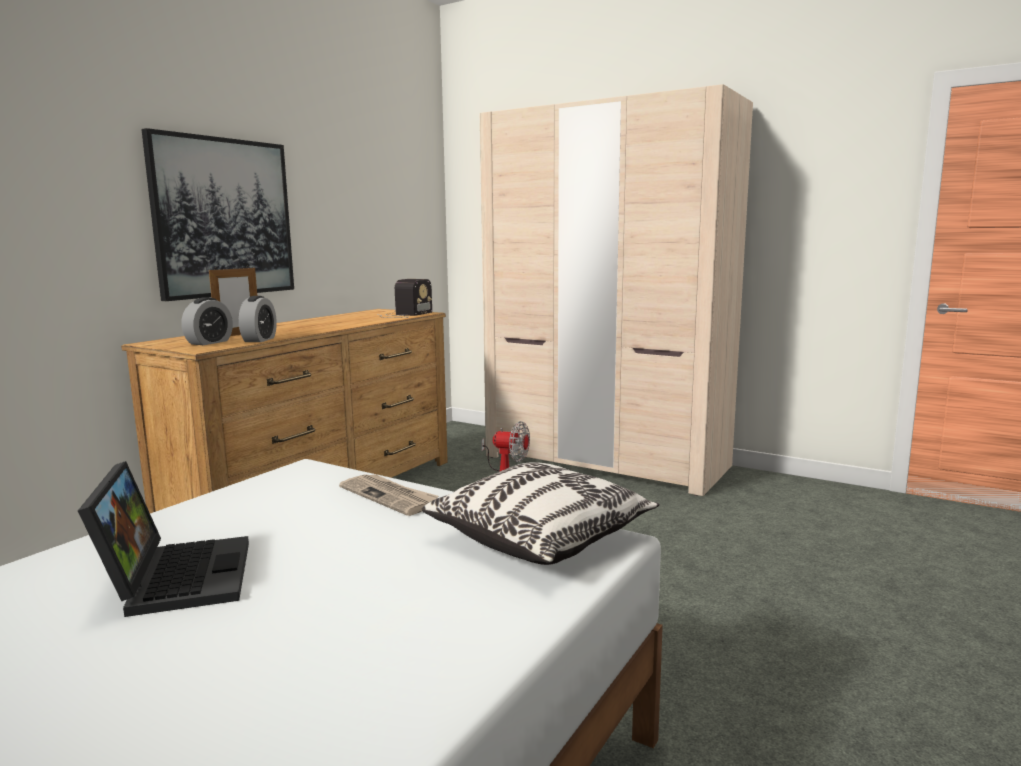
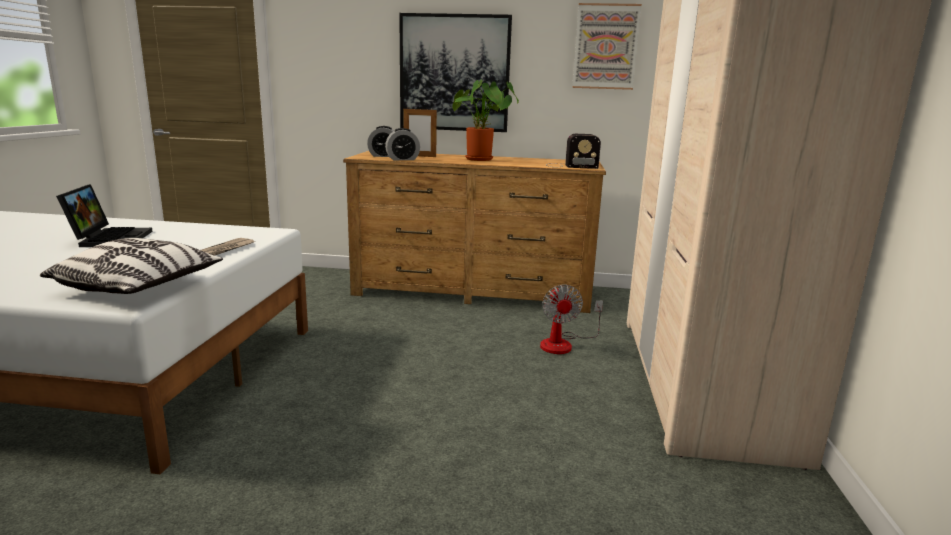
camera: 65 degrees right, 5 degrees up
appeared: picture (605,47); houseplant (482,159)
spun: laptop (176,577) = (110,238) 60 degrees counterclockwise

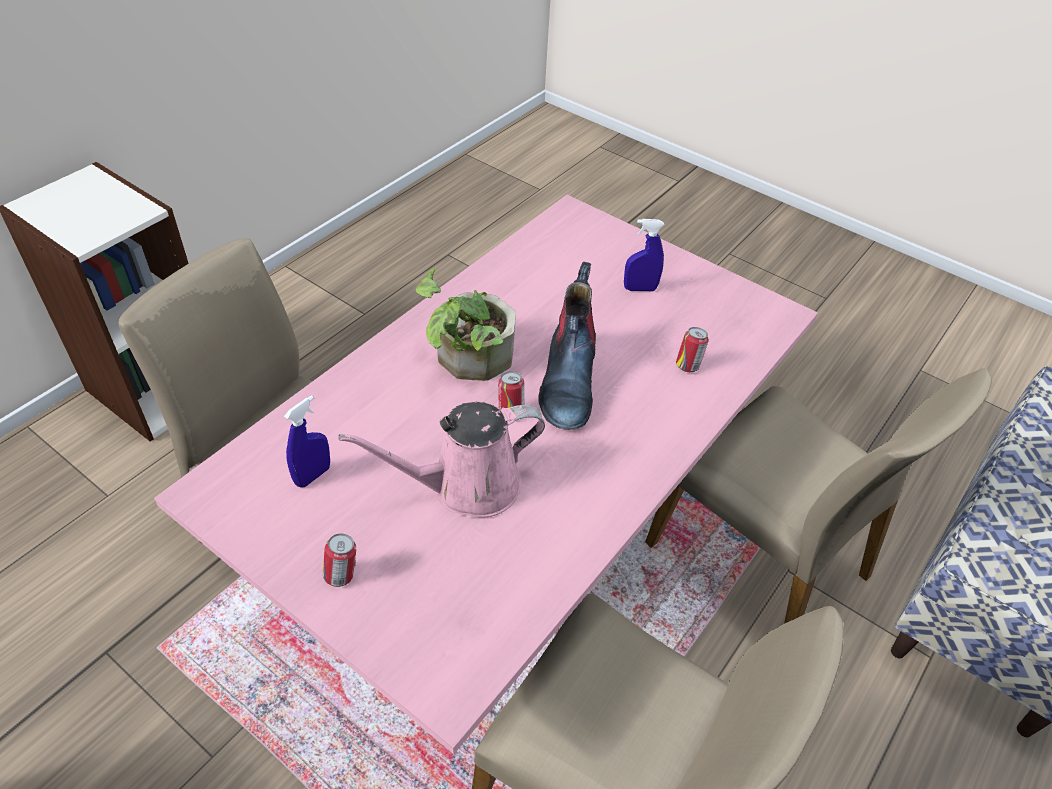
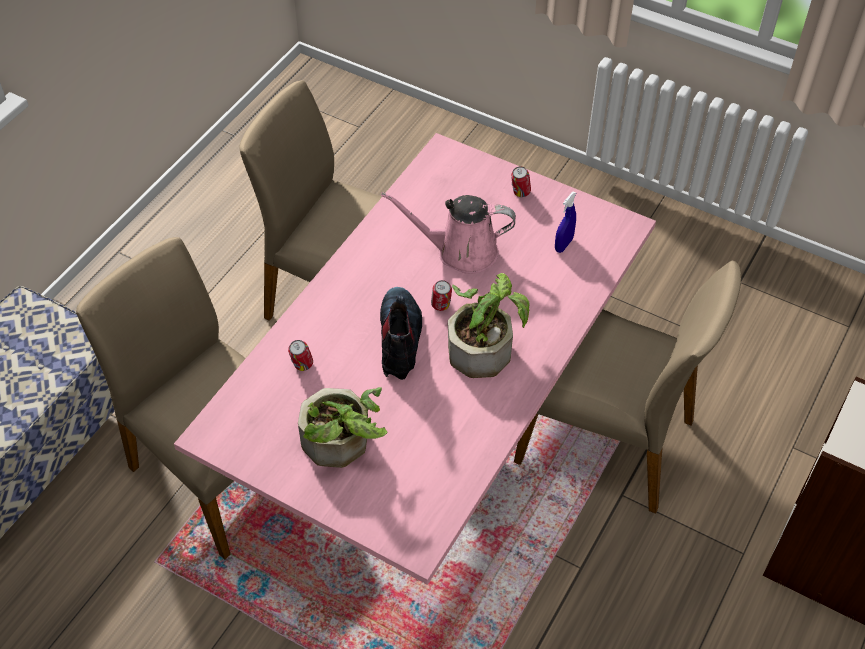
camera: 175 degrees right, 5 degrees up
exchanged: hand sprayer (blue) (640,289) to houseplant (342,445)
spun: watering pot (pinkish) (466,485) = (460,251) 150 degrees counterclockwise

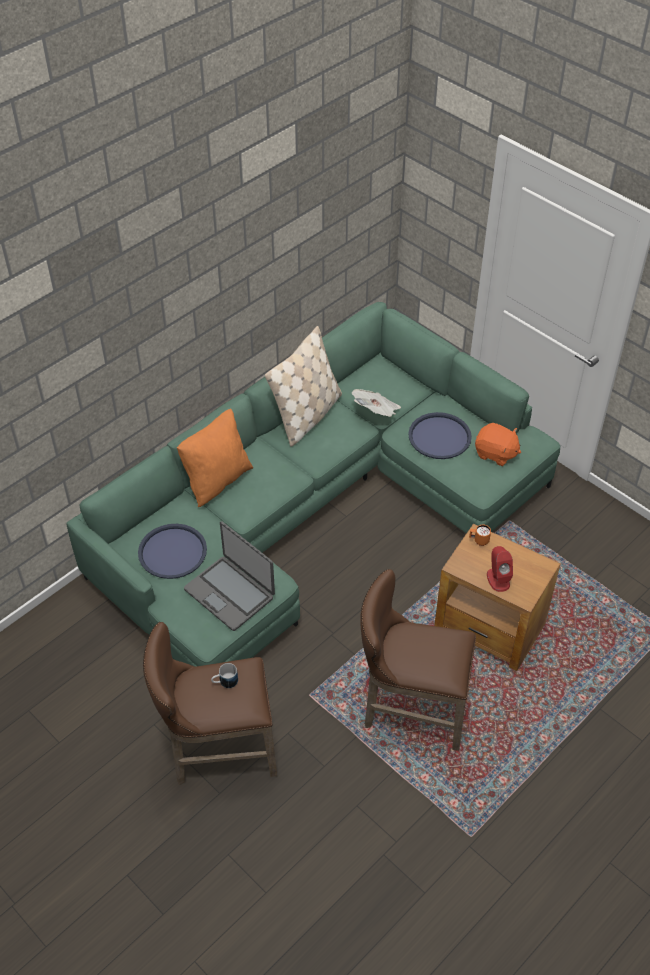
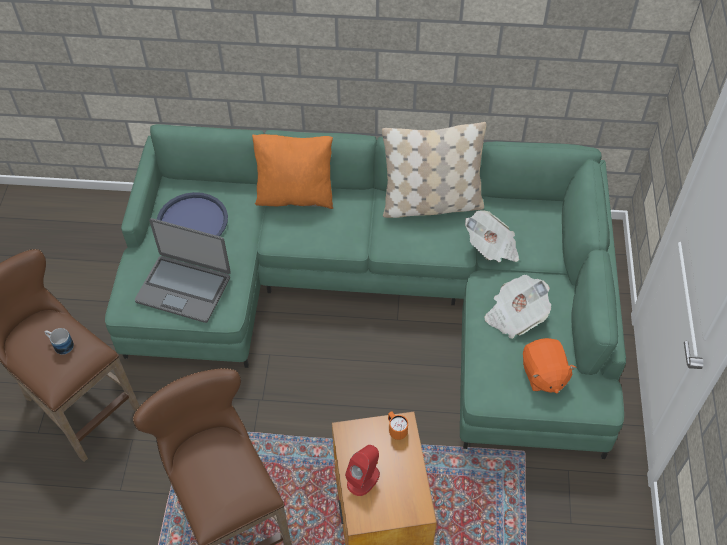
camera: 50 degrees right, 5 degrees up
exchanged: carrying tray (blue) (439,436) to daily paper (515,315)
spun: laptop (230,593) = (184,288) 75 degrees counterclockwise

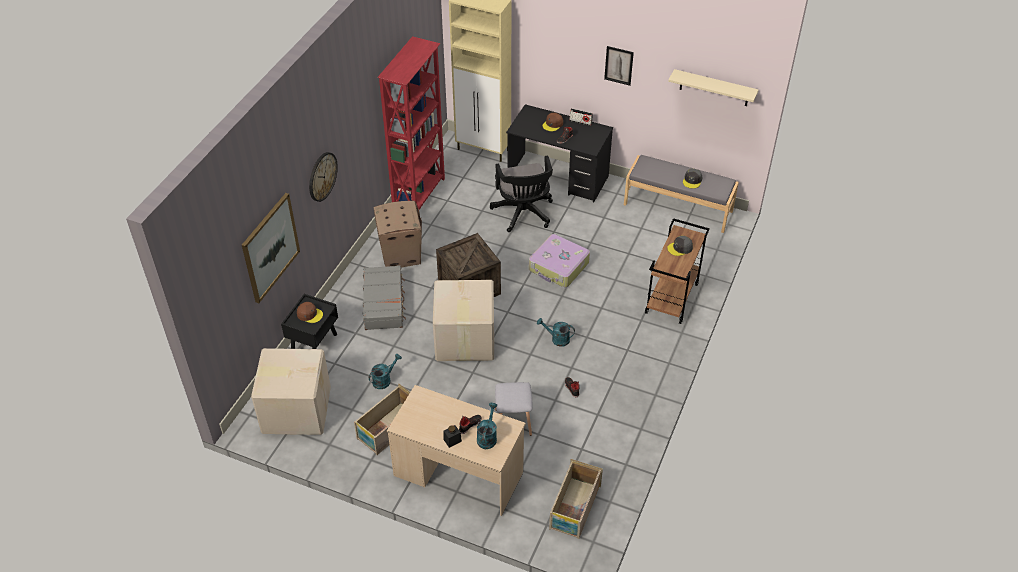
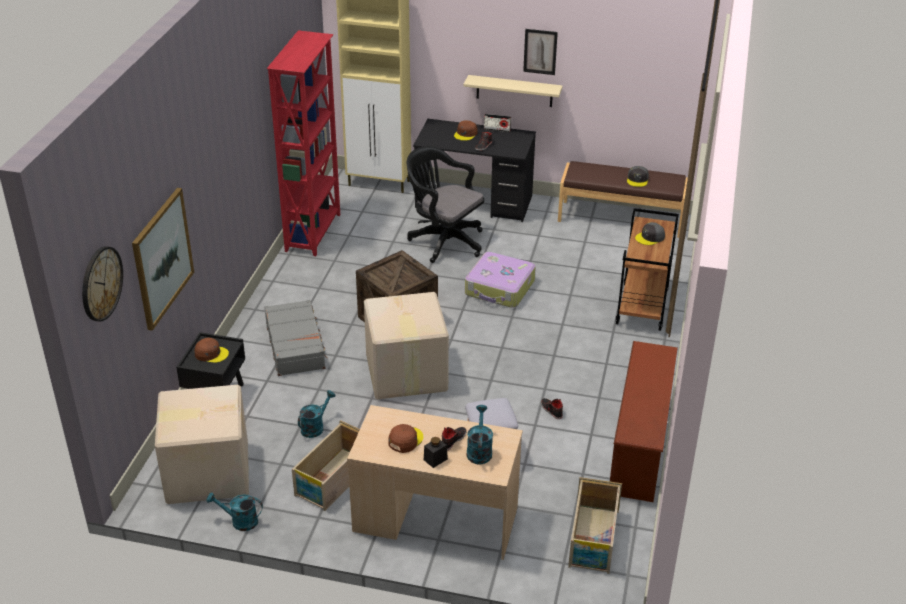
camera: 10 degrees left, 10 degrees down
missing: cardboard box (401,254)
appeared: shoe rack (brown) (640,448); cap (brown) (405,440)
relocated: bracket shelf (beige) (714,88) to (514,91); clock on the wall (322,176) to (101,283); watering pot (blue-green) (557,339) to (239,521)
colour: bench (grey) (678,207) to bench (brown) (621,218)
spun: office chair (black) (523,214) = (444,241) 150 degrees clockwise

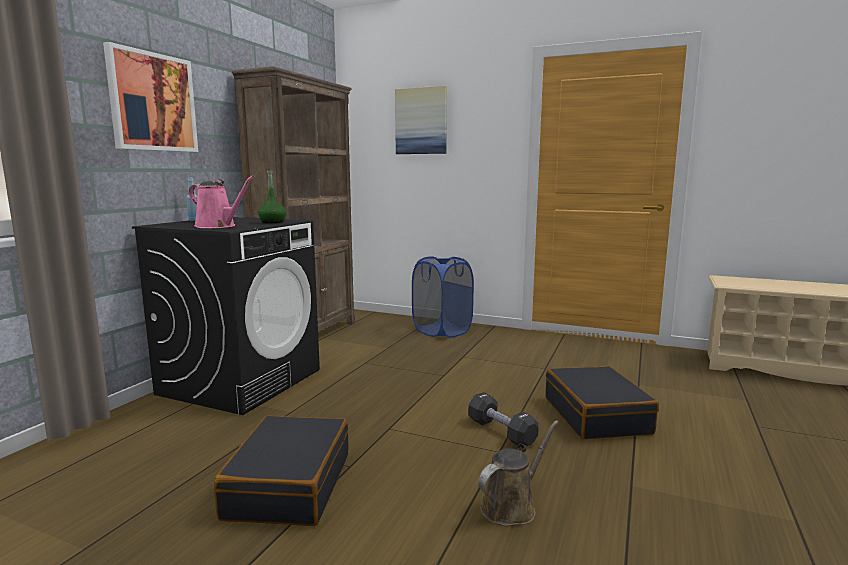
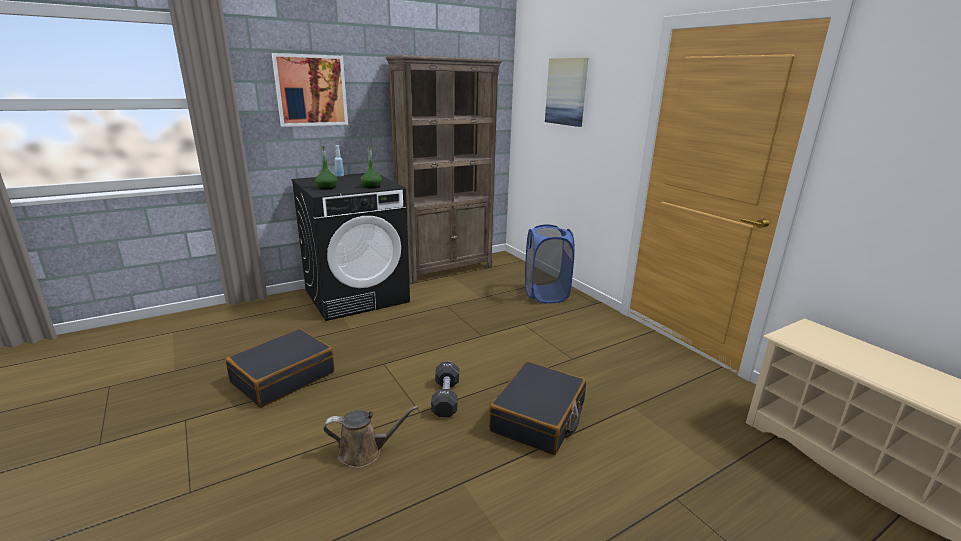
camera: 35 degrees right, 10 degrees up
exchanged: watering pot (pinkish) (218,226) to drink bottle (greenish) (327,187)

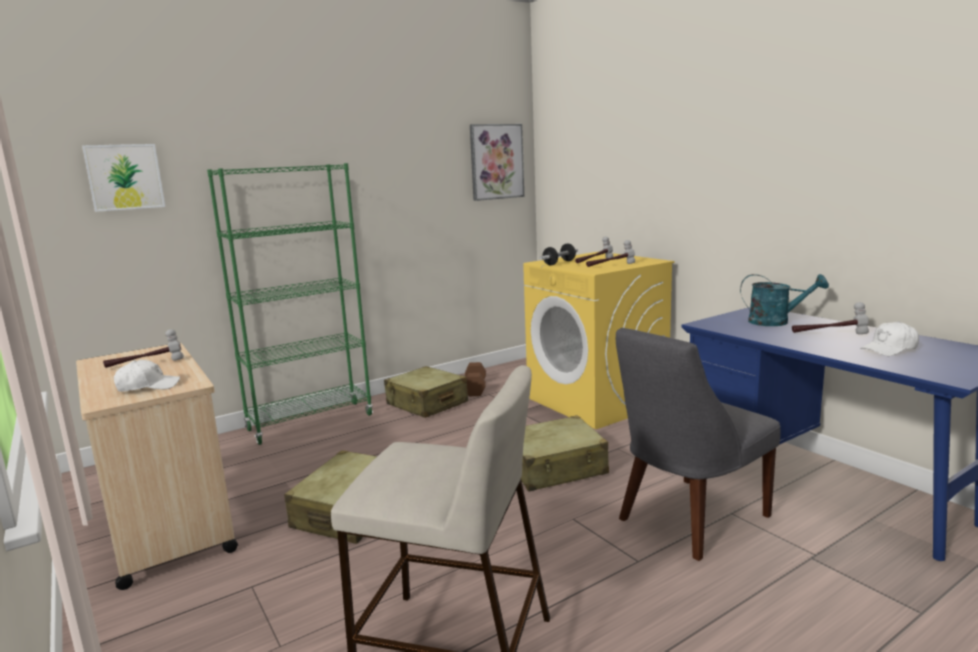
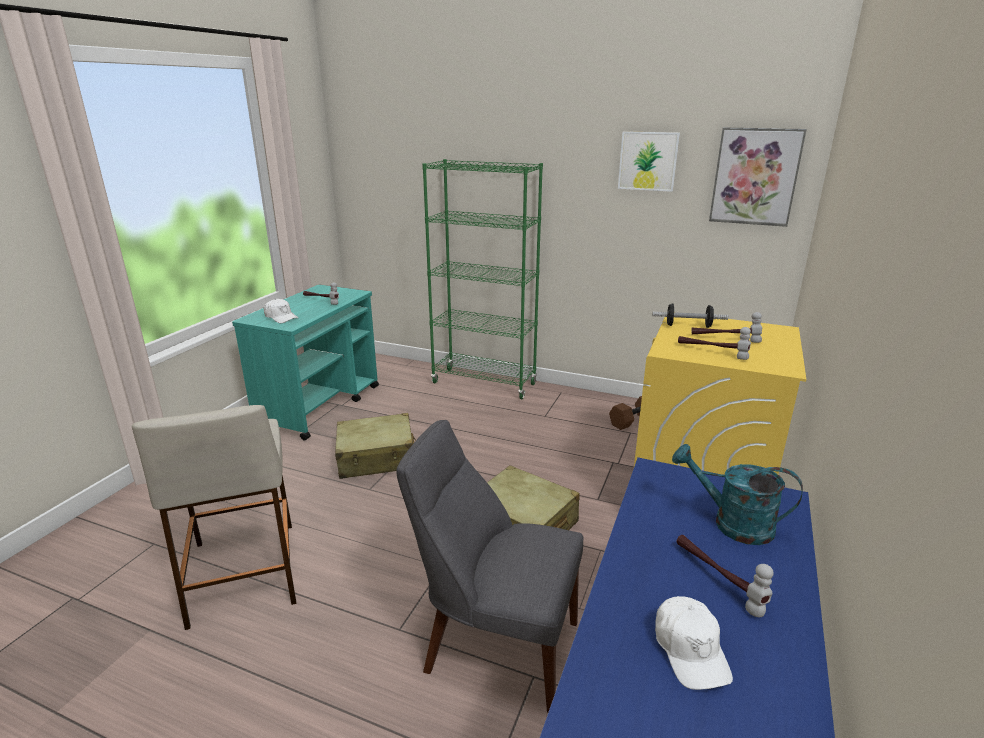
camera: 55 degrees right, 10 degrees up
missing: piece of luggage (beige) (427,404)
relocated: picture (125,177) to (648,161)
colour: cart (beige) (167,524) to cart (blue-green) (320,405)
spun: watering pot (blue-green) (776,322) = (732,523) 135 degrees clockwise; cap (white-coloured) (890,349) = (690,650) 135 degrees counterclockwise

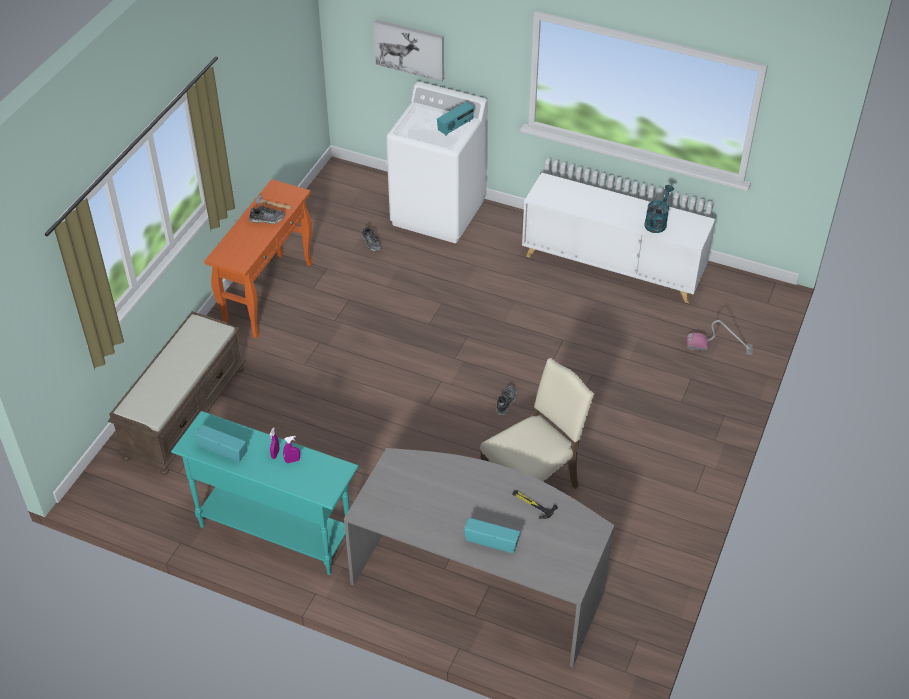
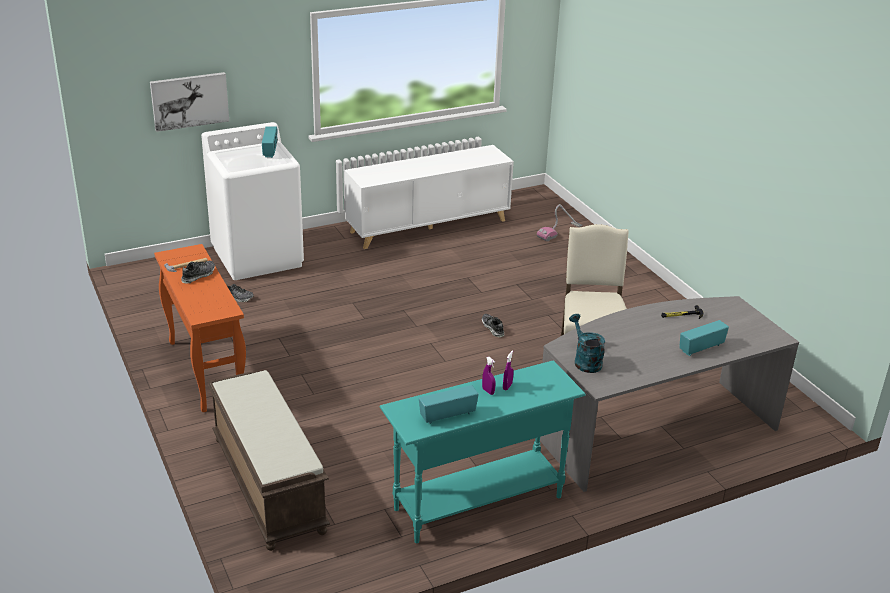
camera: 50 degrees left, 15 degrees down
relocated: watering pot (blue-green) (657,222) to (585,361)

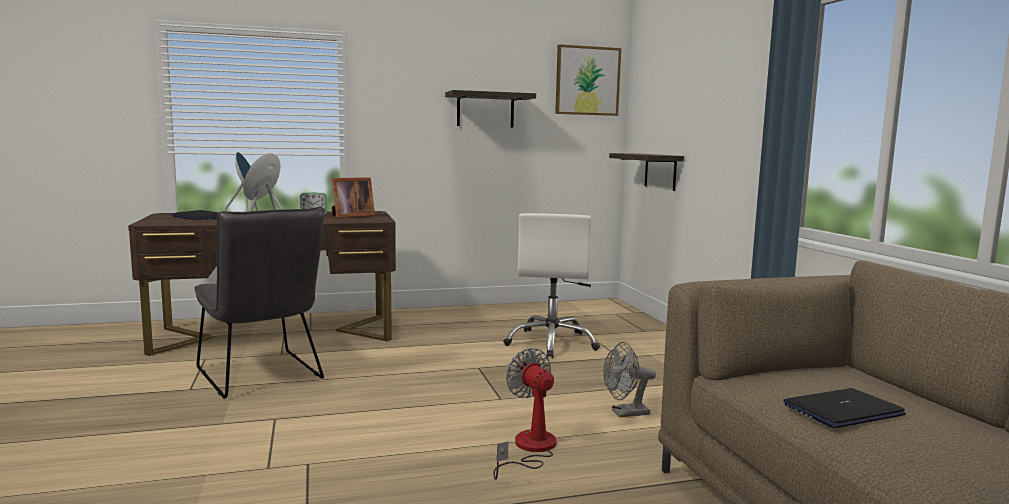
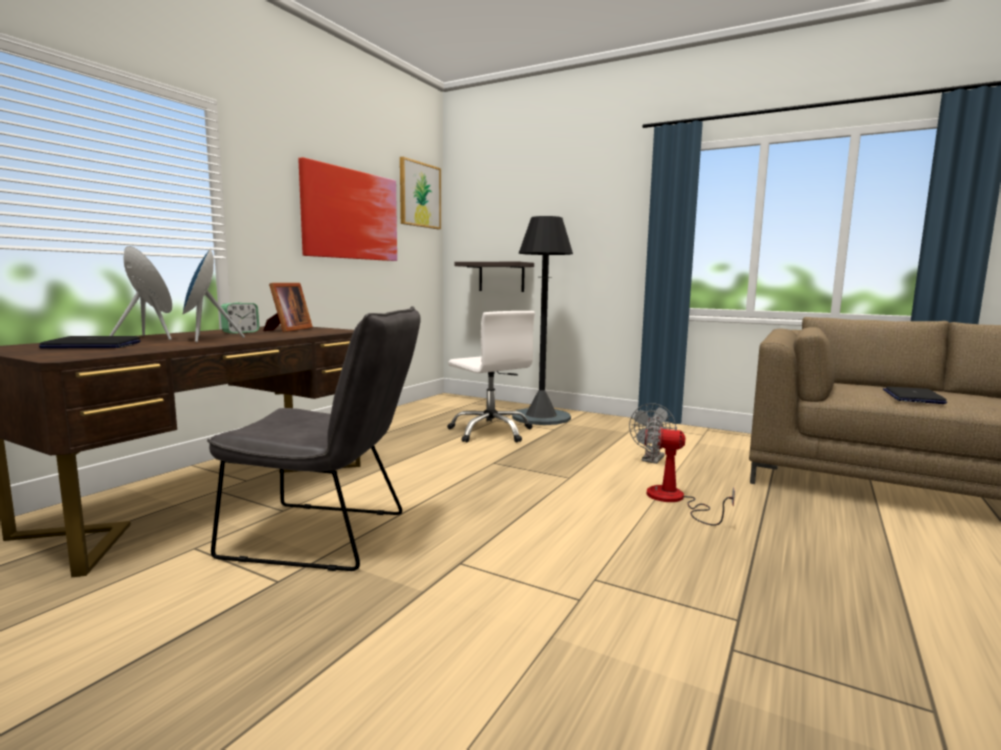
camera: 45 degrees left, 0 degrees up
appeared: floor lamp (black) (540,417)
exchanged: bracket shelf (485,110) to picture (350,215)

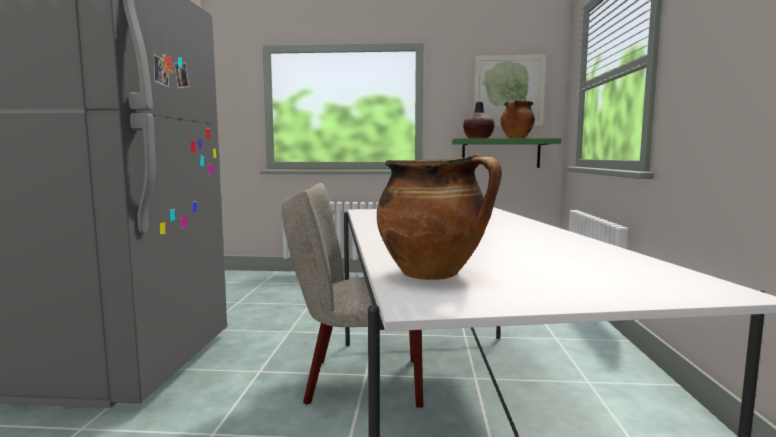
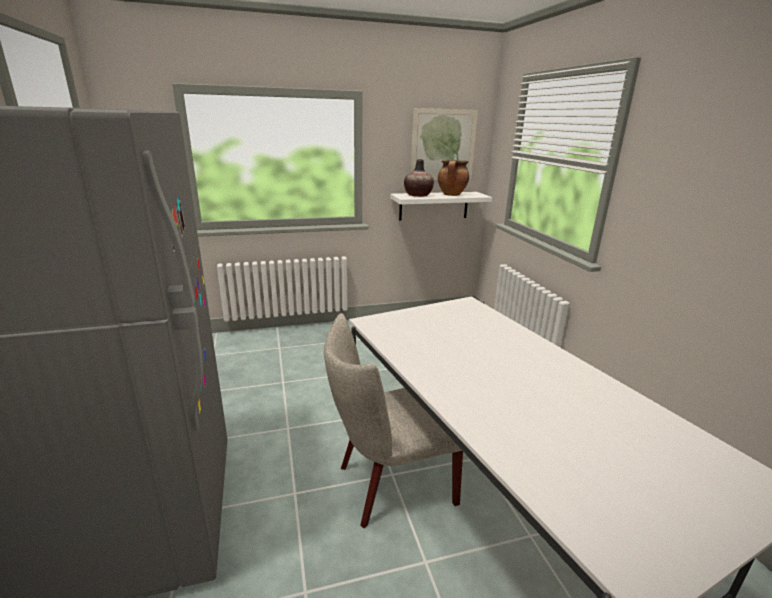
camera: 20 degrees left, 15 degrees up
missing: saucepot (434,274)
colour: bracket shelf (greenish) (500,153) to bracket shelf (white-coloured) (433,205)

